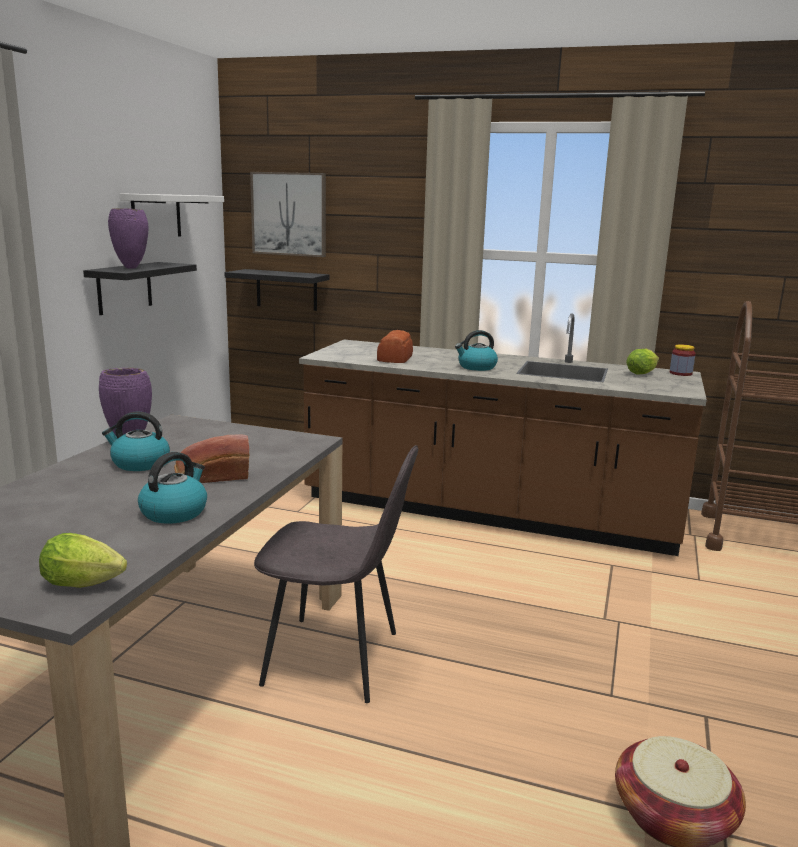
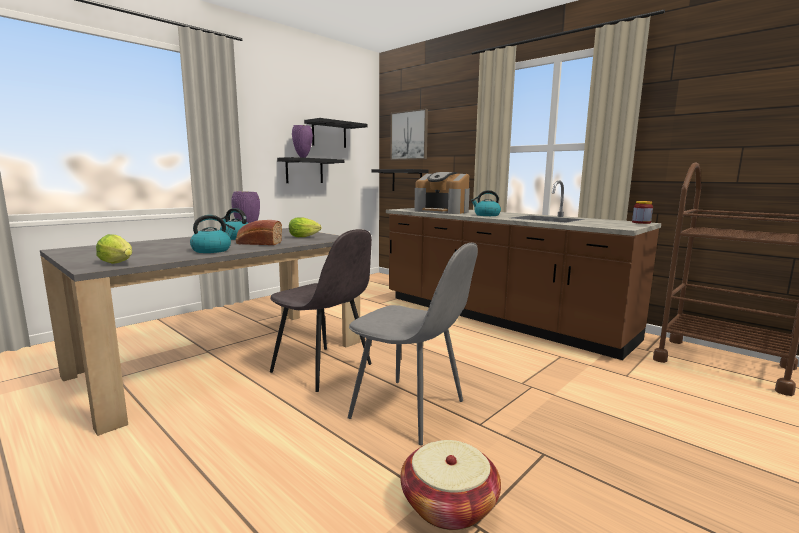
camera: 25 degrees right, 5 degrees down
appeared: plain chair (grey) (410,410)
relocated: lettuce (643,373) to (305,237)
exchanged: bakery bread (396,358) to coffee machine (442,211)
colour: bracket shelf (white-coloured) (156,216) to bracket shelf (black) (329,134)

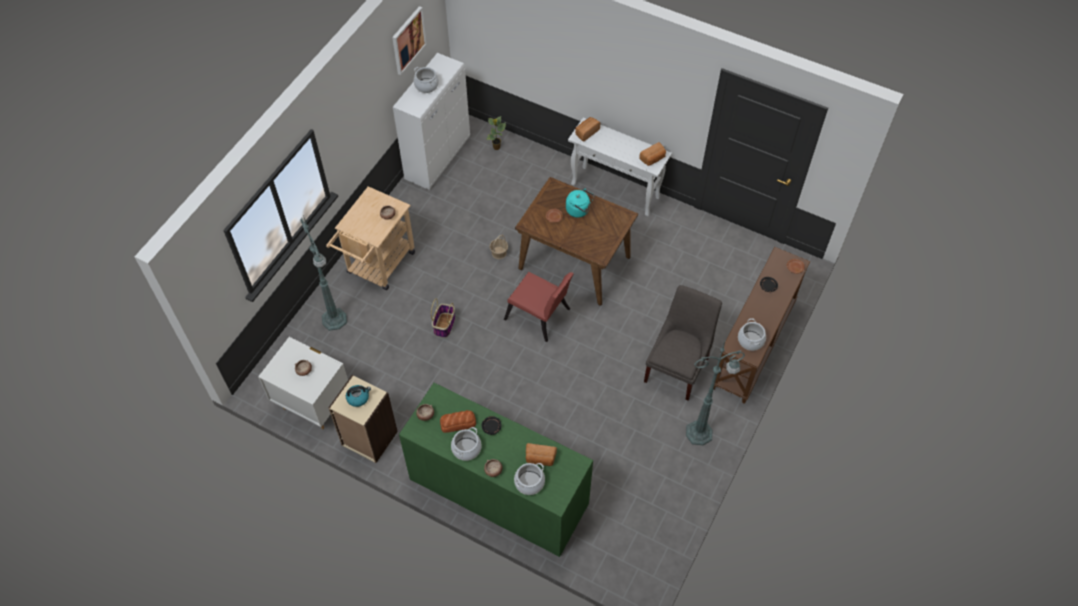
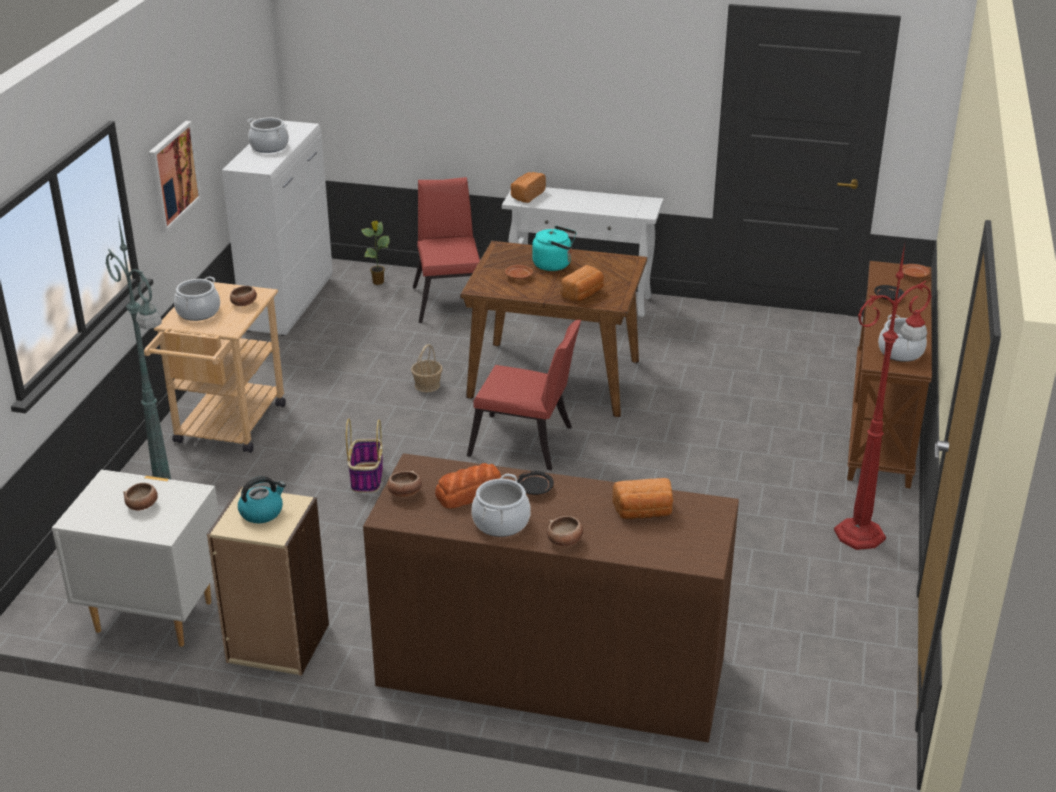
camera: 15 degrees left, 25 degrees down
missing: plain chair (grey) (678,367)
appeared: plain chair (red) (449,300)
relocated: picture (408,40) to (173,175); bakery bread (653,159) to (583,294); saucepot (529,482) to (198,312)
colour: floor lamp (greenish) (700,433) to floor lamp (red) (862,534); chest of drawers (greenish) (498,491) to chest of drawers (brown) (551,671)

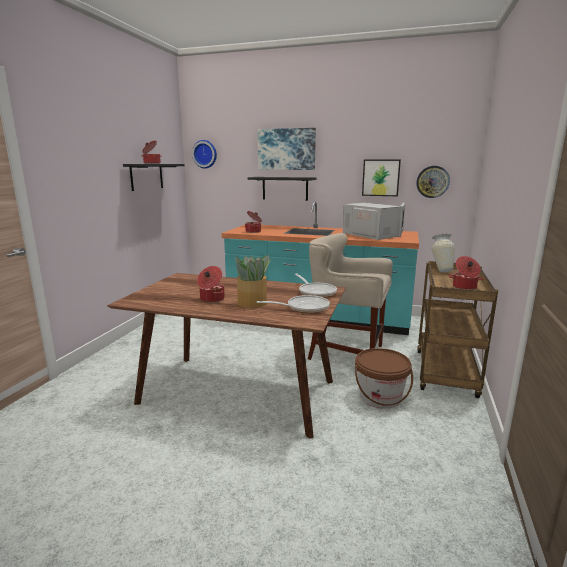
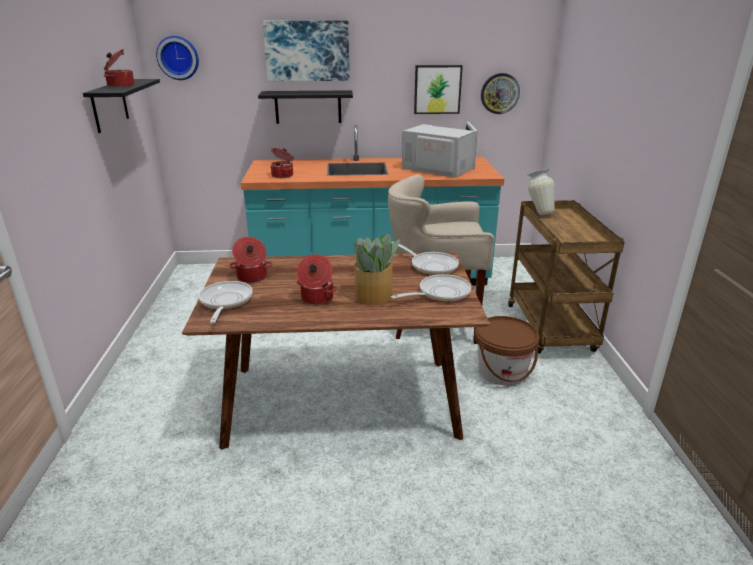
camera: 20 degrees left, 10 degrees up
appeared: frying pan (225,302)
relocated: saucepot (464,287) to (252,277)

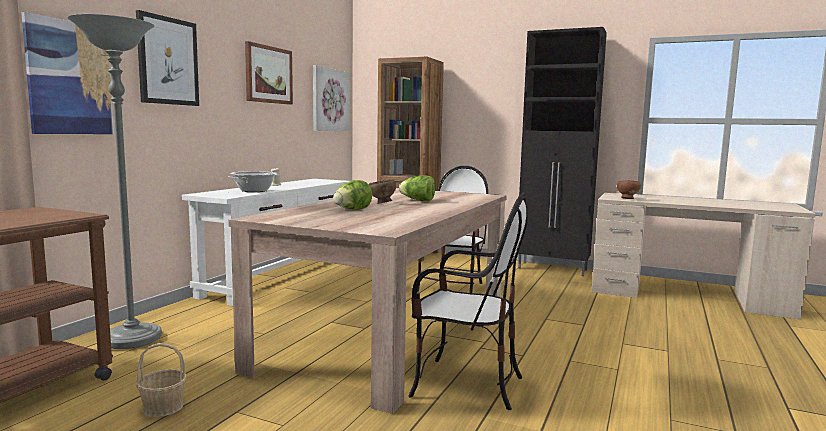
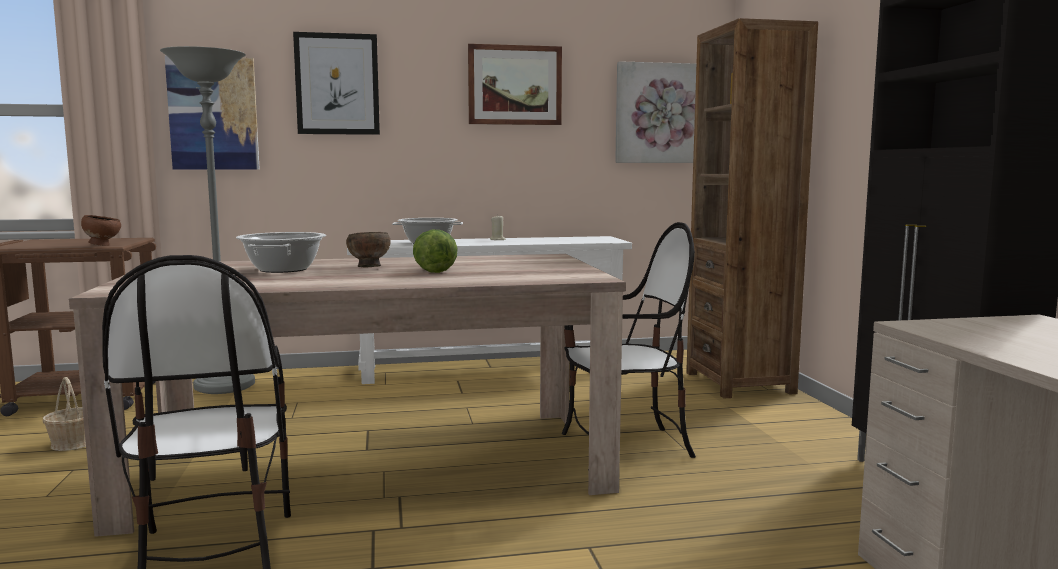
camera: 55 degrees right, 0 degrees up
relocated: deep dish (brown) (627,199) to (102,245)
exchanged: lettuce (352,210) to saucepot (283,269)

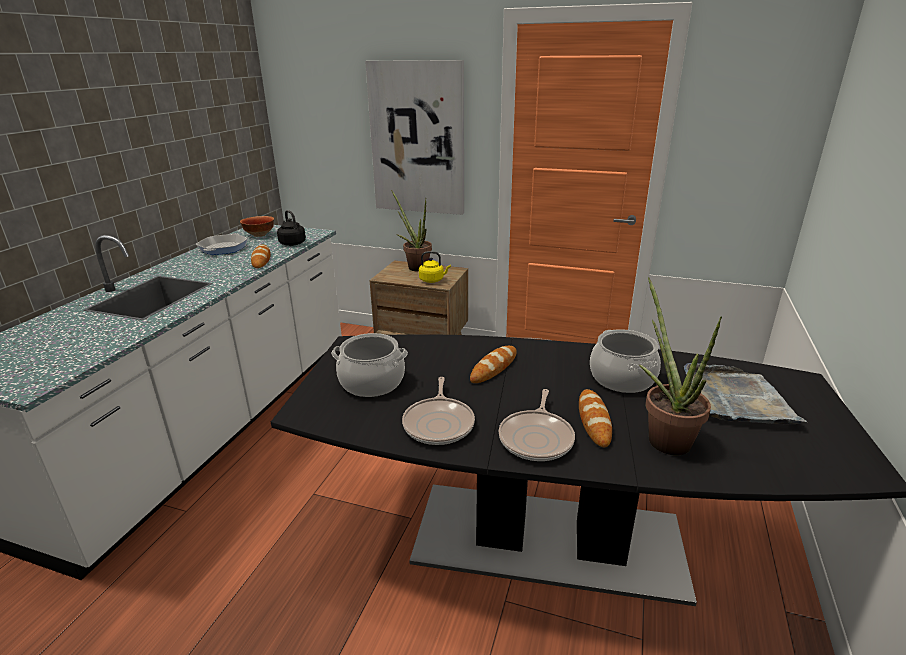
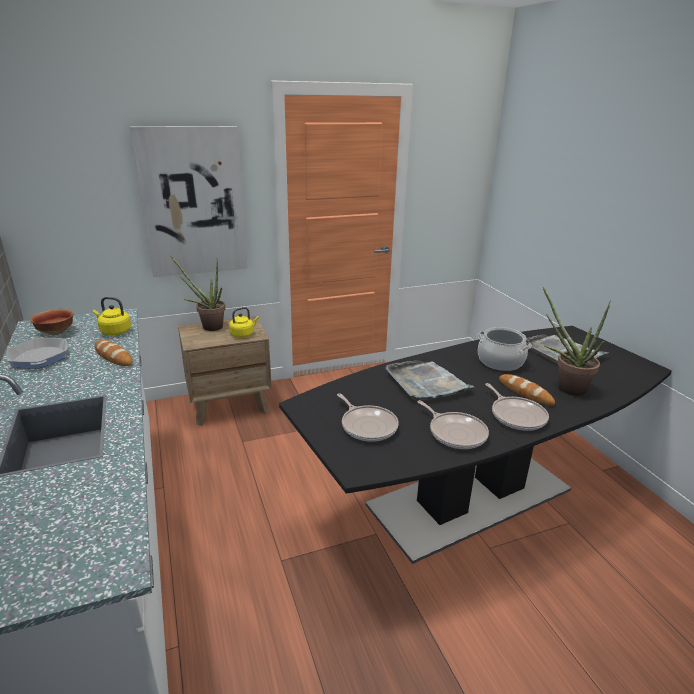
camera: 40 degrees left, 0 degrees up
exchanged: saucepot (372,382) to frying pan (367,426); bakery bread (494,367) to carrying tray (grey) (426,383)
colour: kettle (black) (292,243) to kettle (yellow-coloured) (114,331)

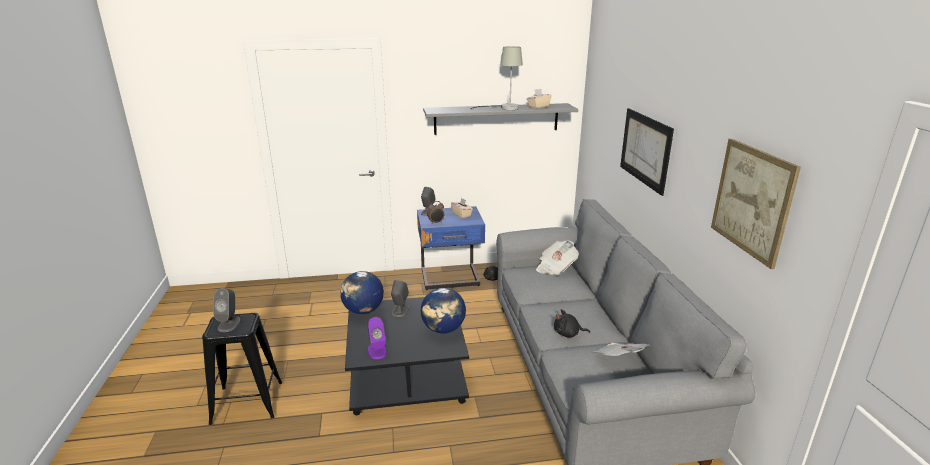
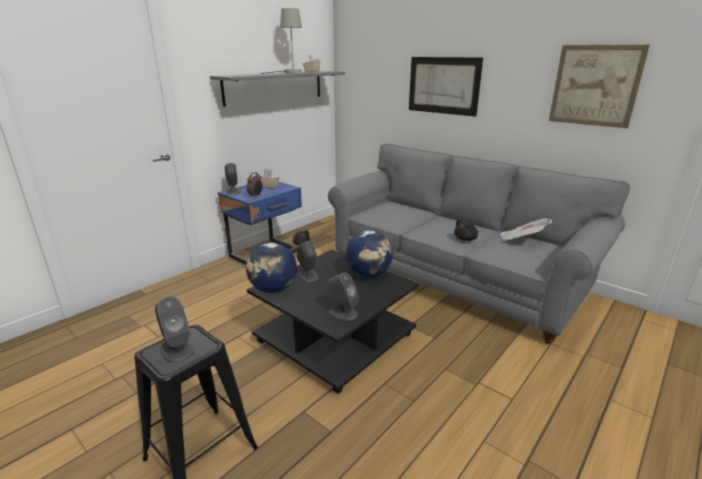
camera: 40 degrees left, 0 degrees up
missing: daily paper (555,268)
colour: speaker (purplish) (377,351) to speaker (grey) (342,313)

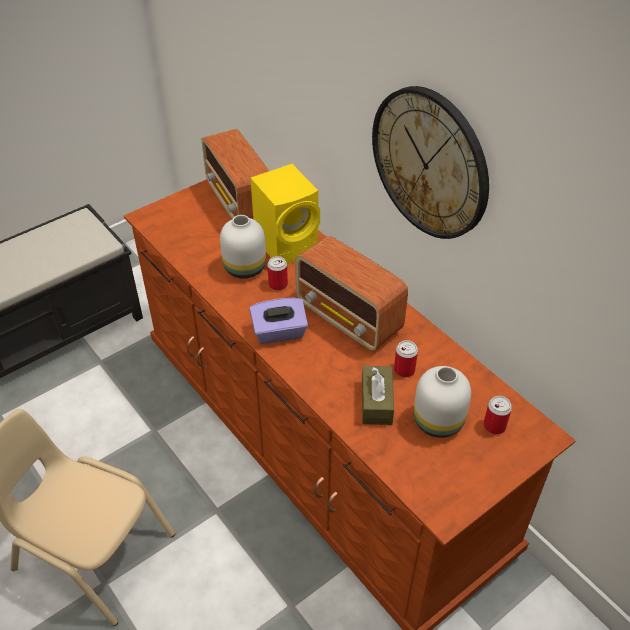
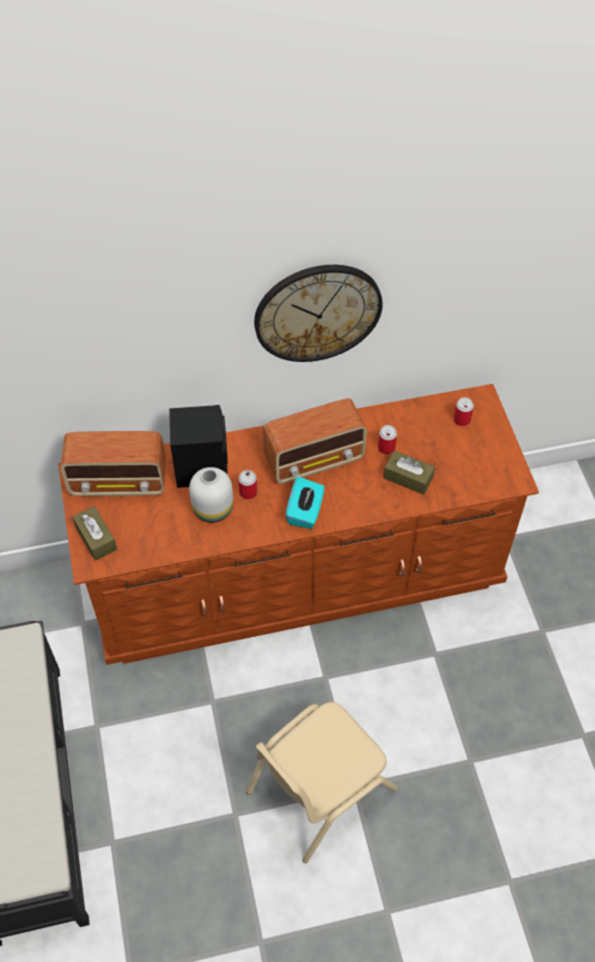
camera: 65 degrees left, 10 degrees up
missing: vase (white-coloured) (436,421)
appeared: tissue holder (brown) (96,538)
colour: speaker (yellow-coloured) (288,244) to speaker (black) (201,466); tissue holder (purplish) (279,333) to tissue holder (blue-green) (305,512)

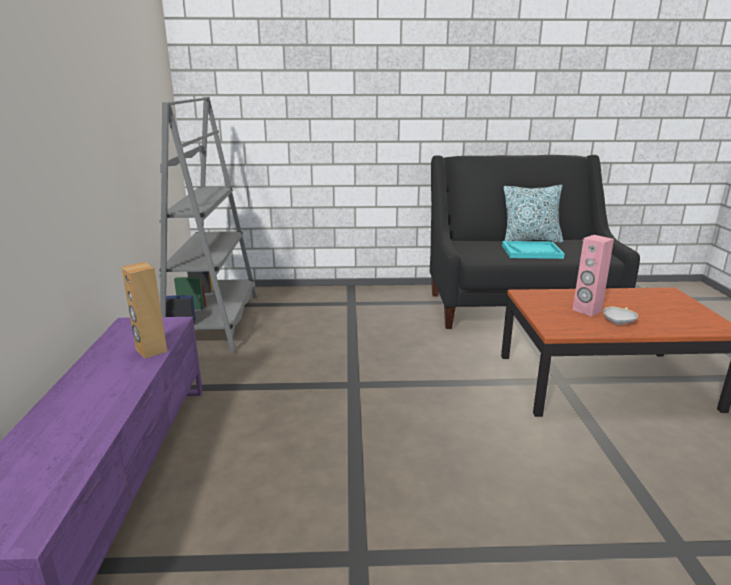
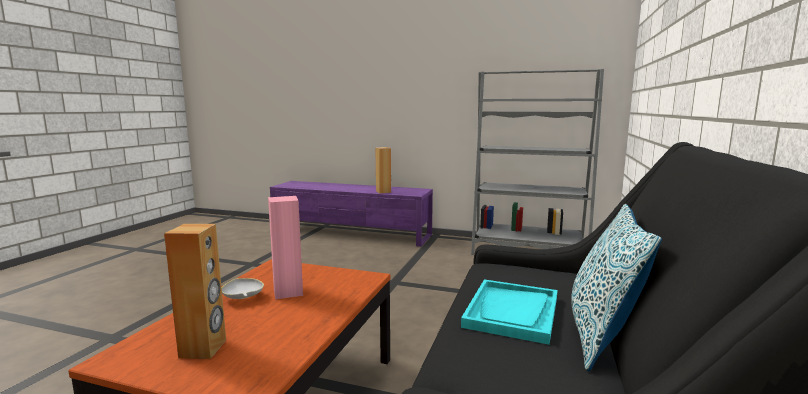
camera: 110 degrees right, 10 degrees down
appeared: speaker (brown) (203,348)

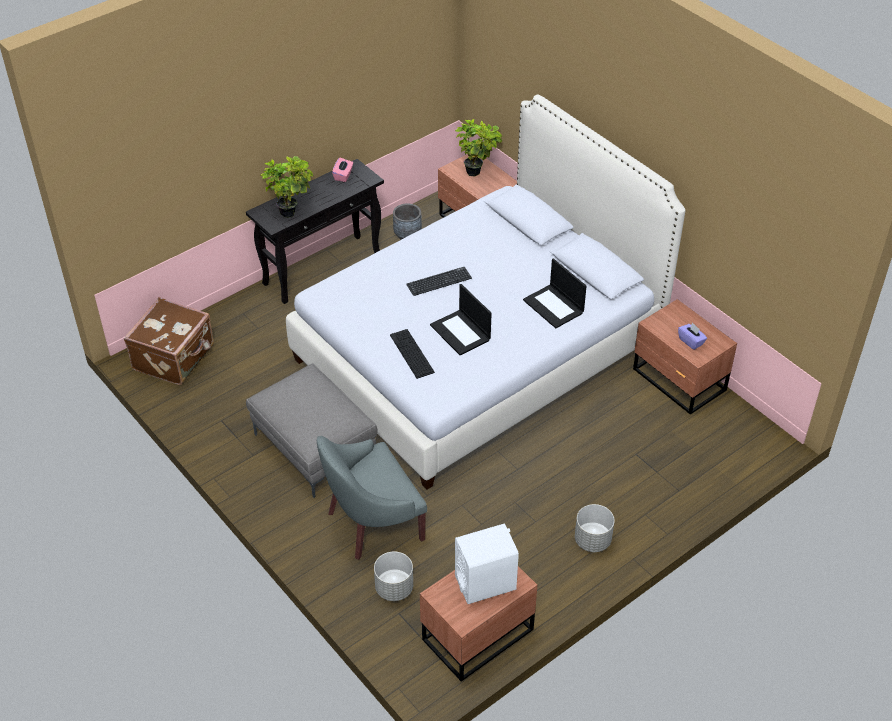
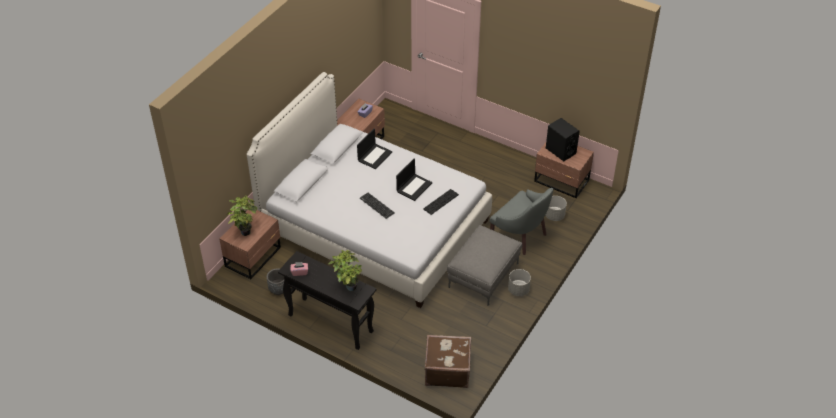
camera: 110 degrees left, 0 degrees up
relocated: plant pot (grey) (593,540) to (518,290)
colour: speaker (white-coloured) (485,582) to speaker (black) (560,151)

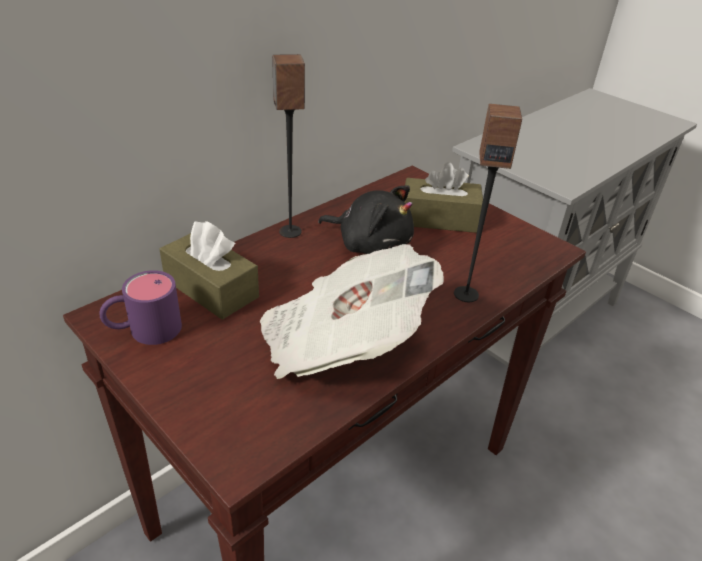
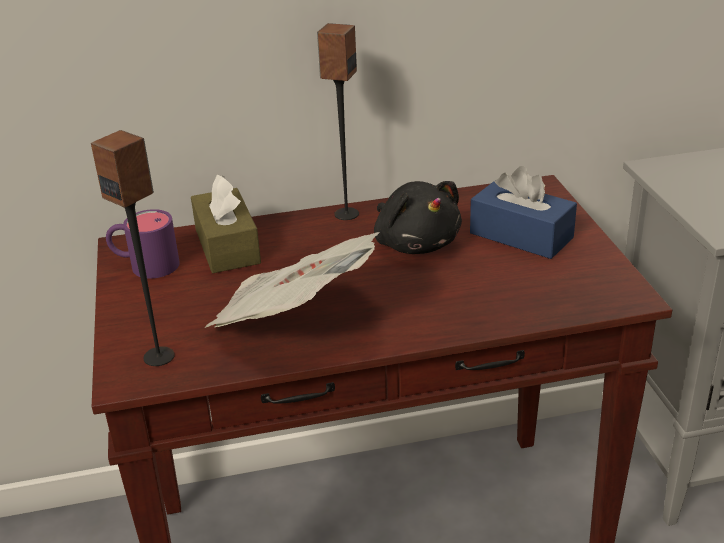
camera: 35 degrees right, 5 degrees down
relocated: speaker (466,294) to (159,356)
colour: tissue holder (brown) (439,219) to tissue holder (blue) (521,235)

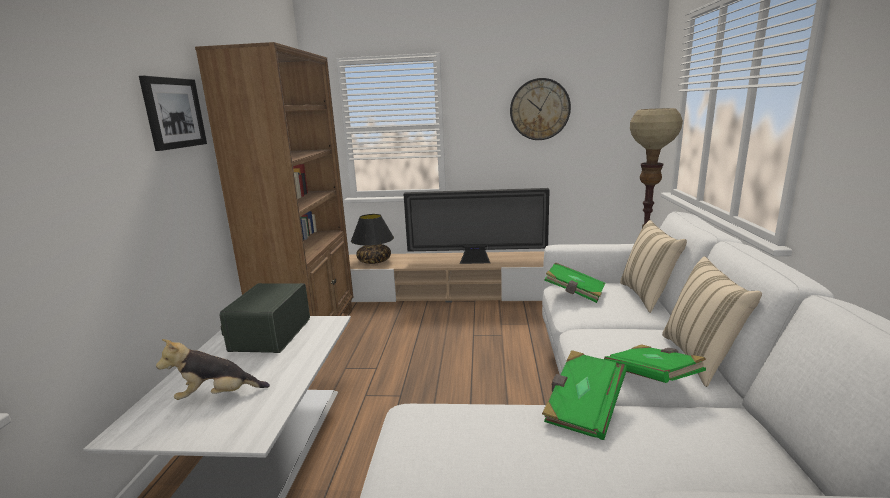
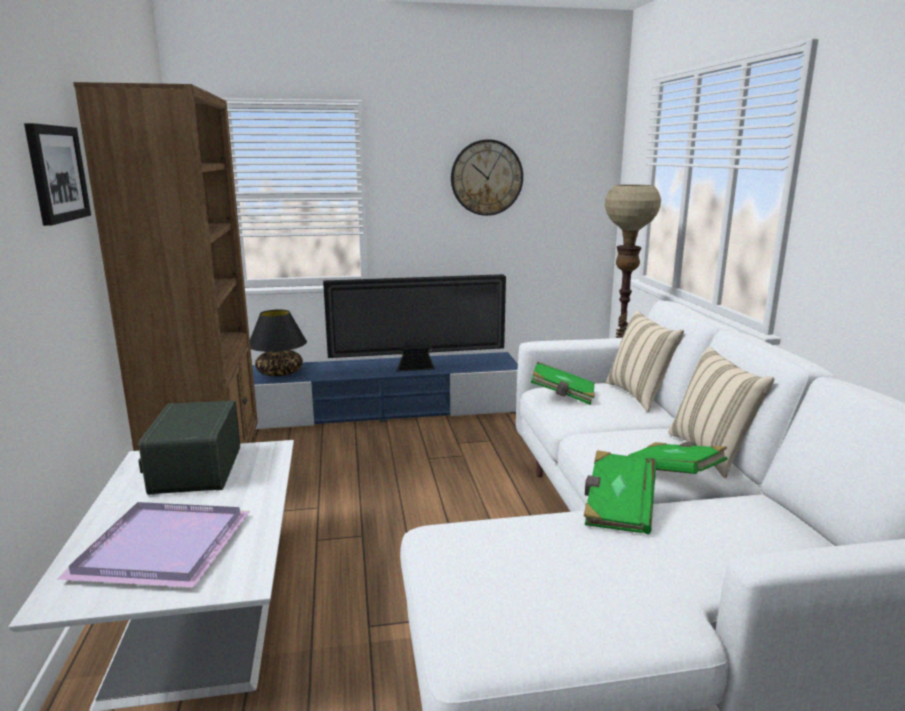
camera: 15 degrees left, 0 degrees up
exchanged: plush toy (217,396) to carrying tray (purplish) (166,546)
colour: tv unit (beige) (450,293) to tv unit (blue) (382,411)

